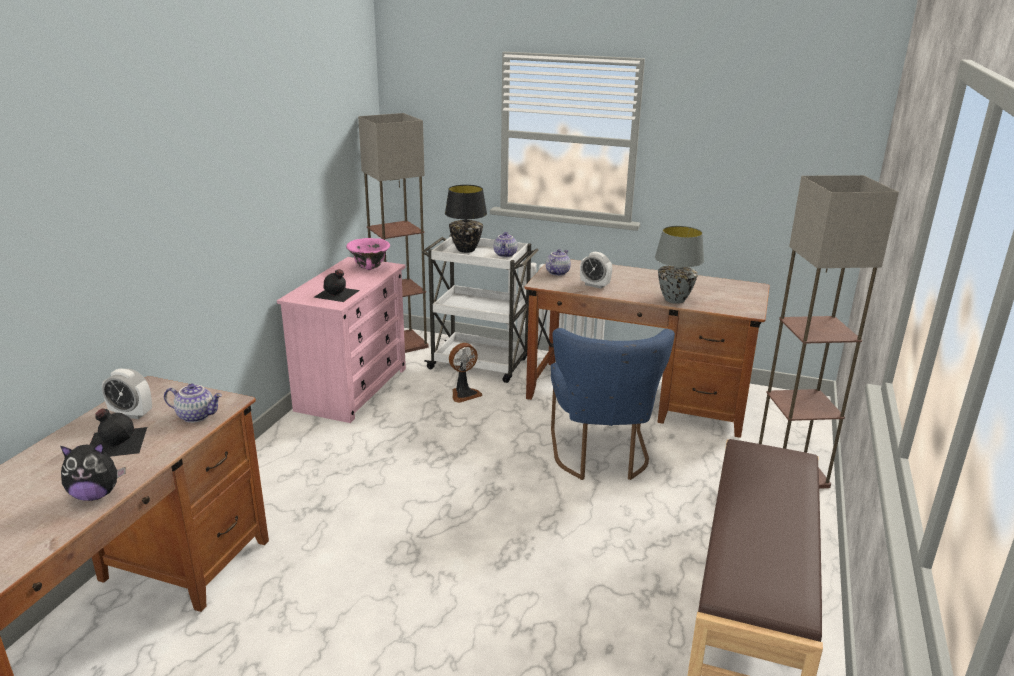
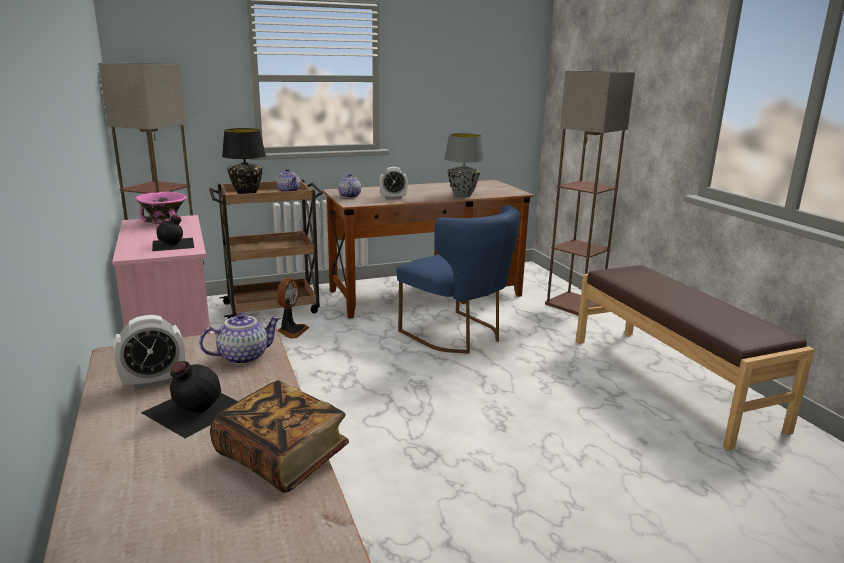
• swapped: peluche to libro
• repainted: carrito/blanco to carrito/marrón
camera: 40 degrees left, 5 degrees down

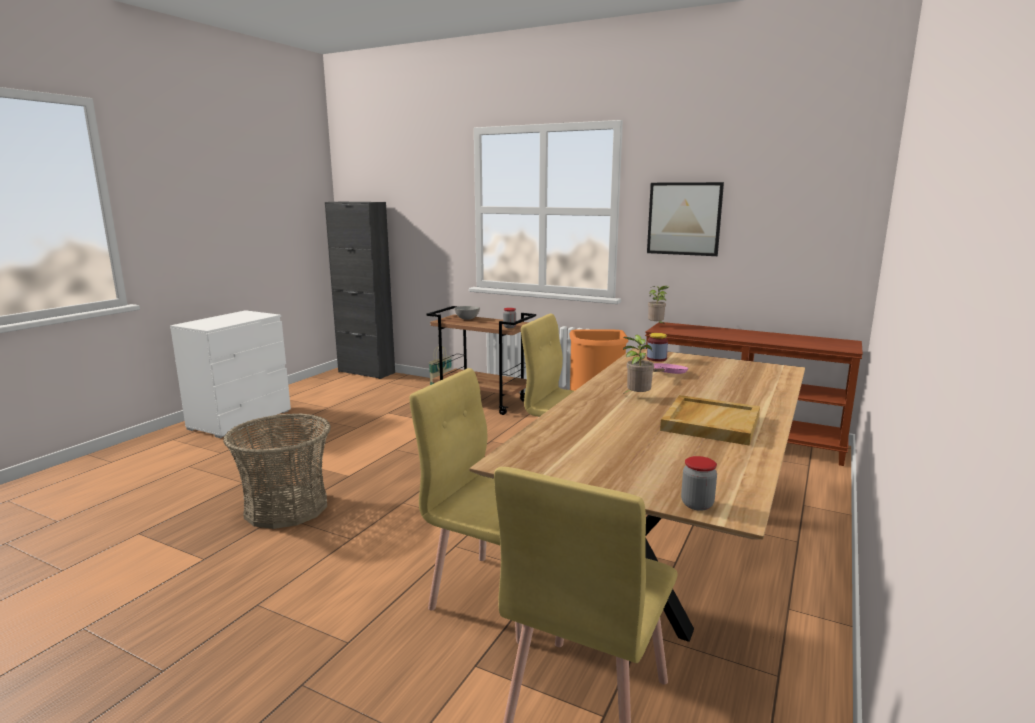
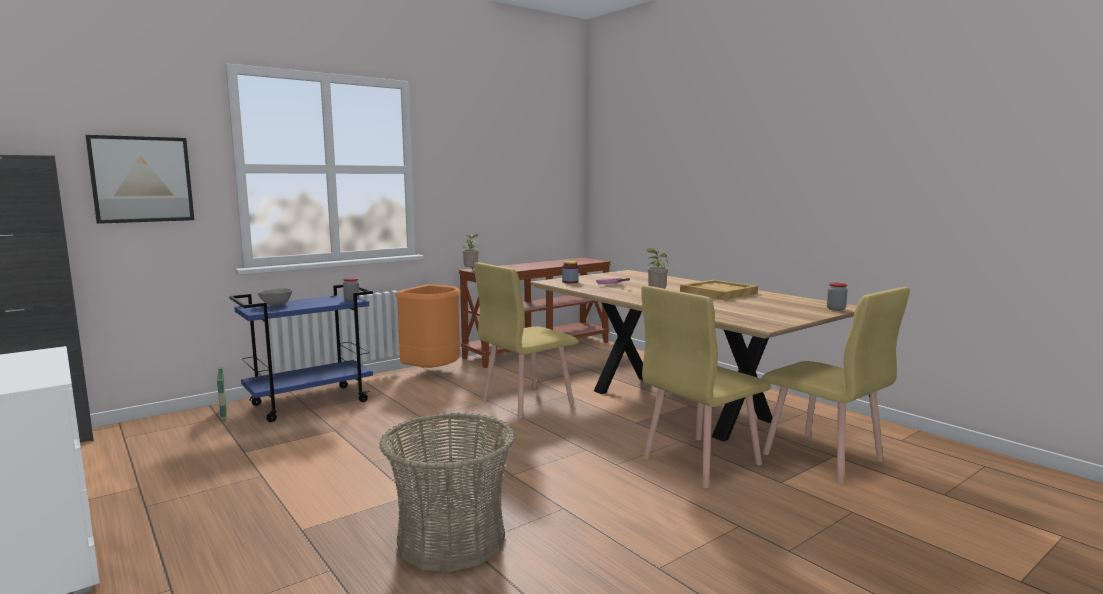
• shifted: cuadro
• repainted: carrito/marrón to carrito/azul
camera: 65 degrees left, 5 degrees down

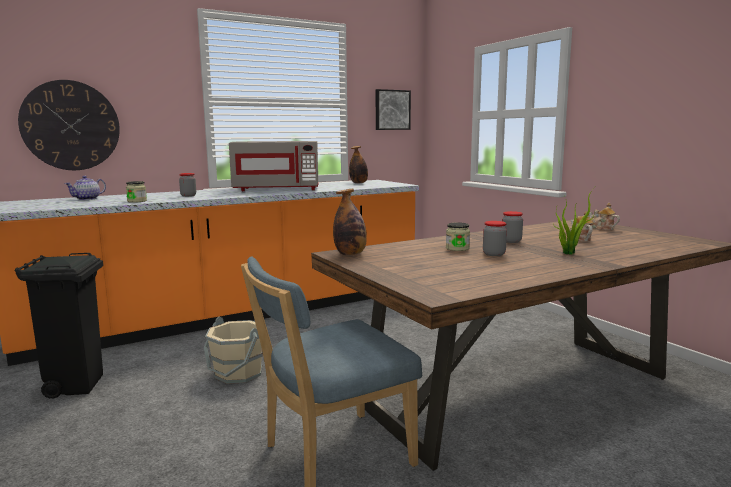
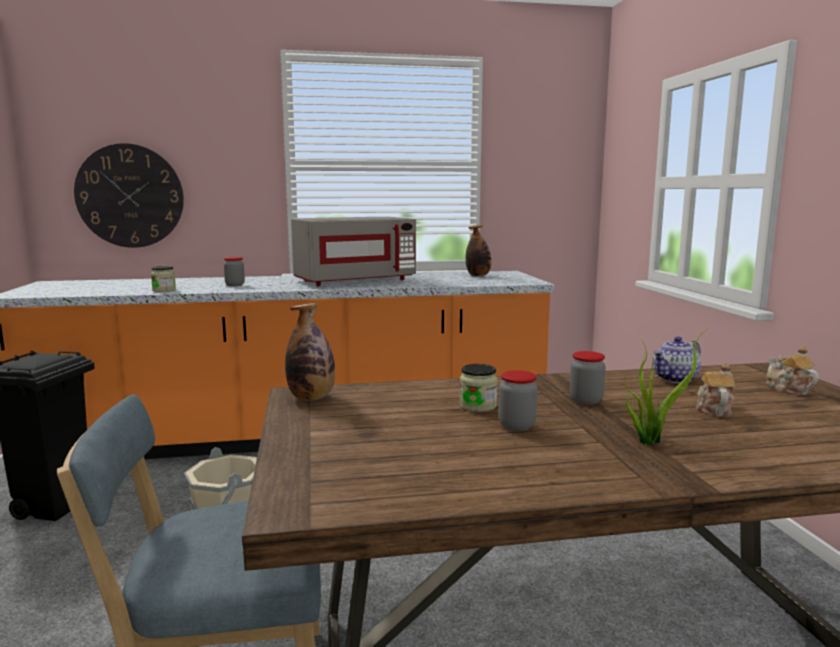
• gone: cuadro
• shifted: tetera (no. 1 from left)
• rotated: microondas/gris 45 degrees counterclockwise
camera: 20 degrees right, 0 degrees up

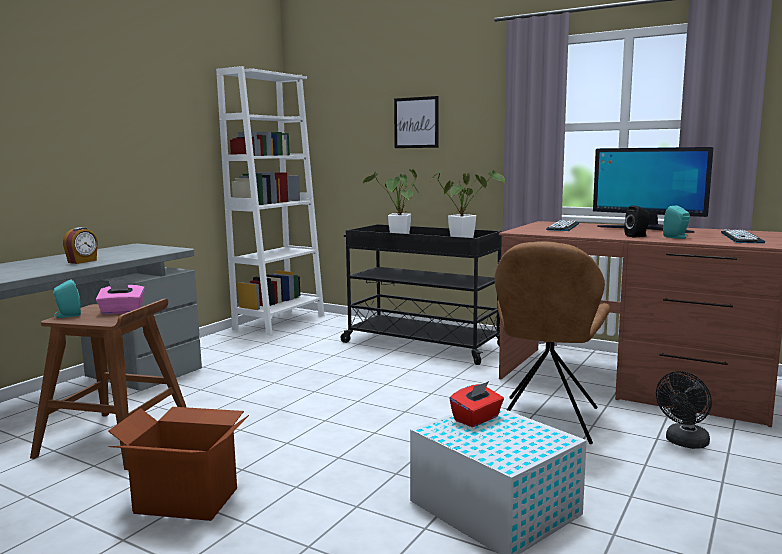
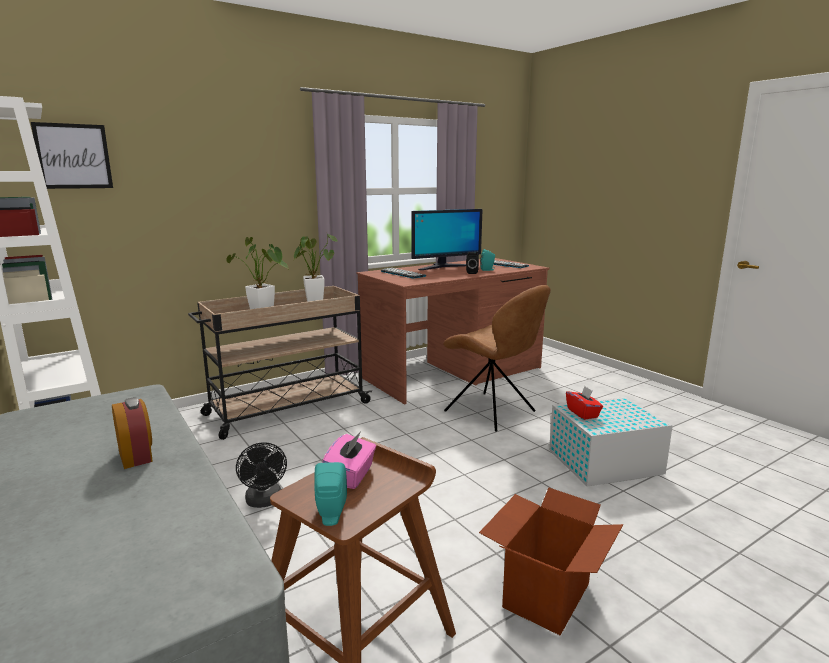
• shifted: cuadro
• shifted: ventilador/negro
• repainted: carrito/negro to carrito/beis
camera: 65 degrees left, 5 degrees up

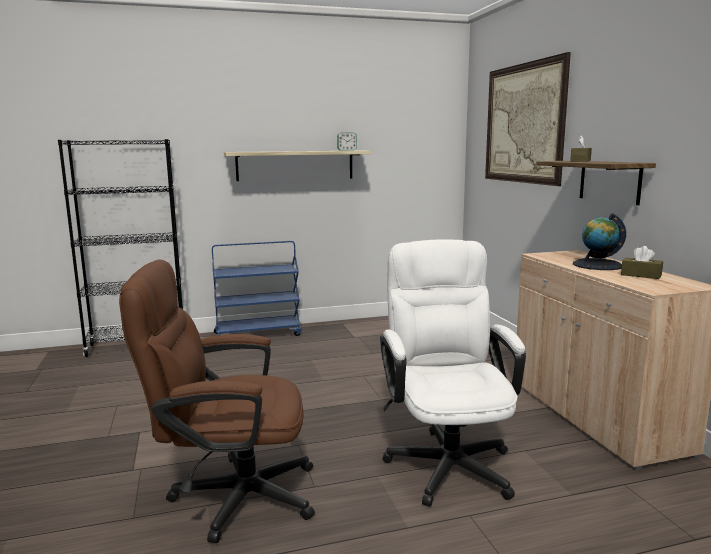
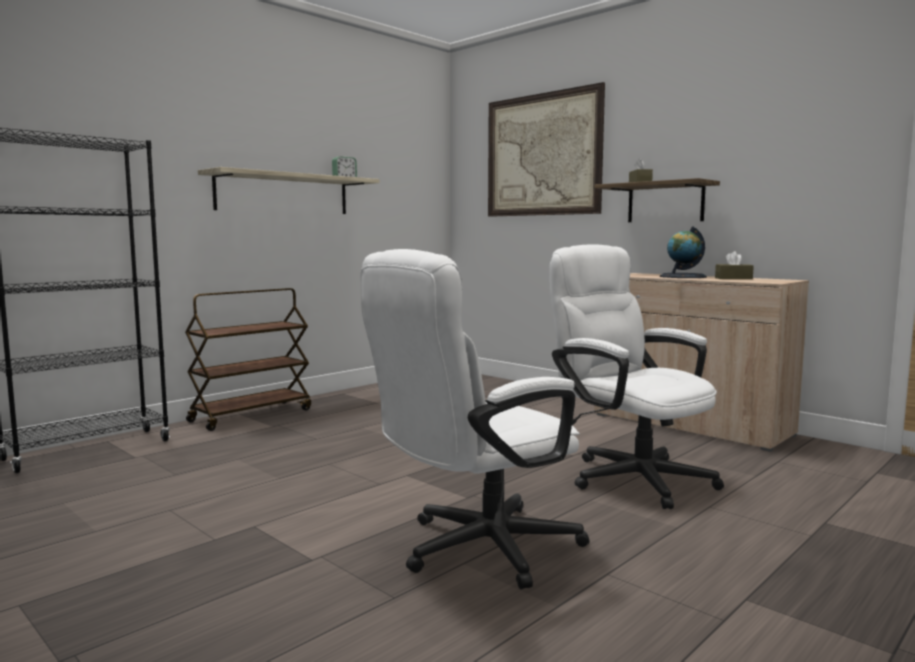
• repainted: silla de oficina/marrón to silla de oficina/blanco (no. 1 from left)
• repainted: carrito/azul to carrito/marrón
camera: 30 degrees left, 5 degrees down

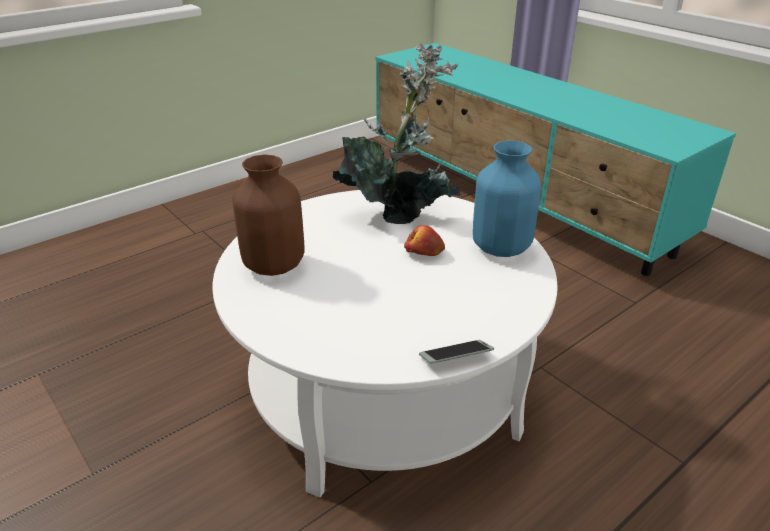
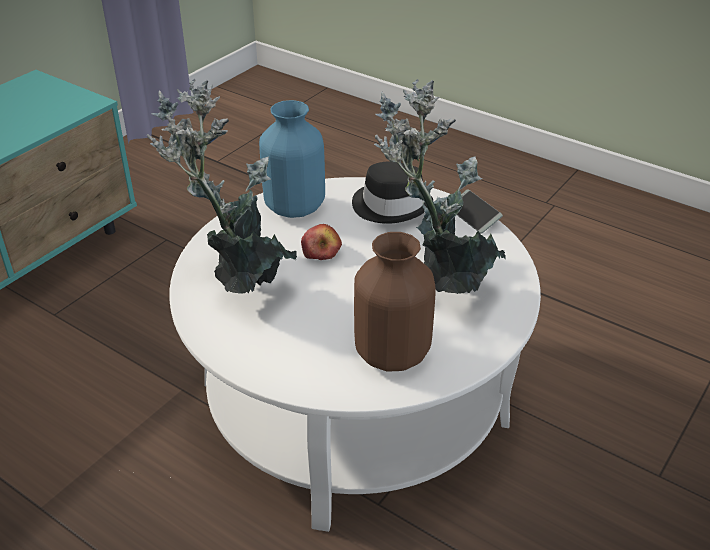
• new: sombrero/negro
• new: planta en maceta (no. 2 from left)
camera: 105 degrees left, 5 degrees up

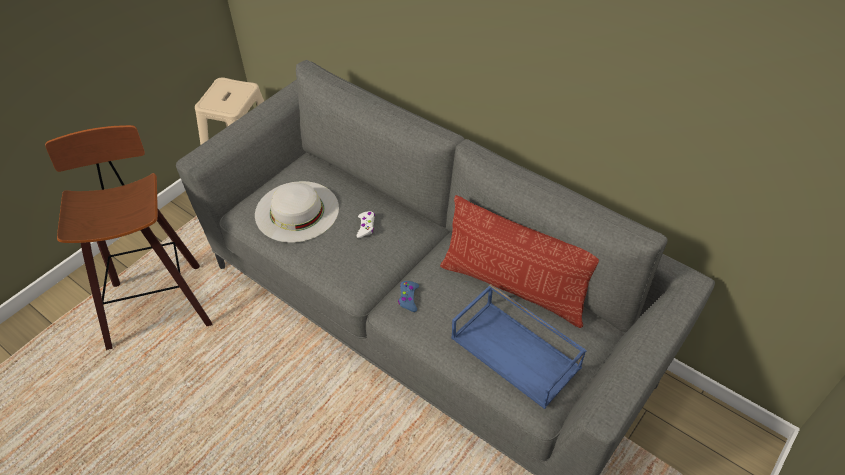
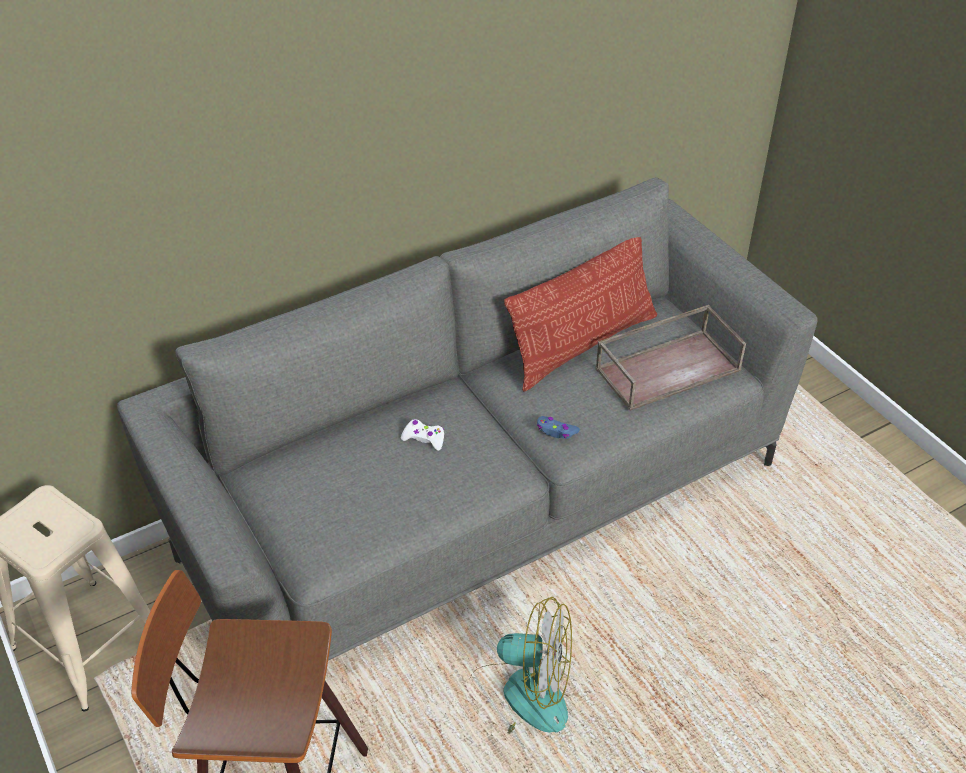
• gone: sombrero/blanco
• new: ventilador
• repainted: bandeja/azul to bandeja/marrón
camera: 70 degrees left, 5 degrees down

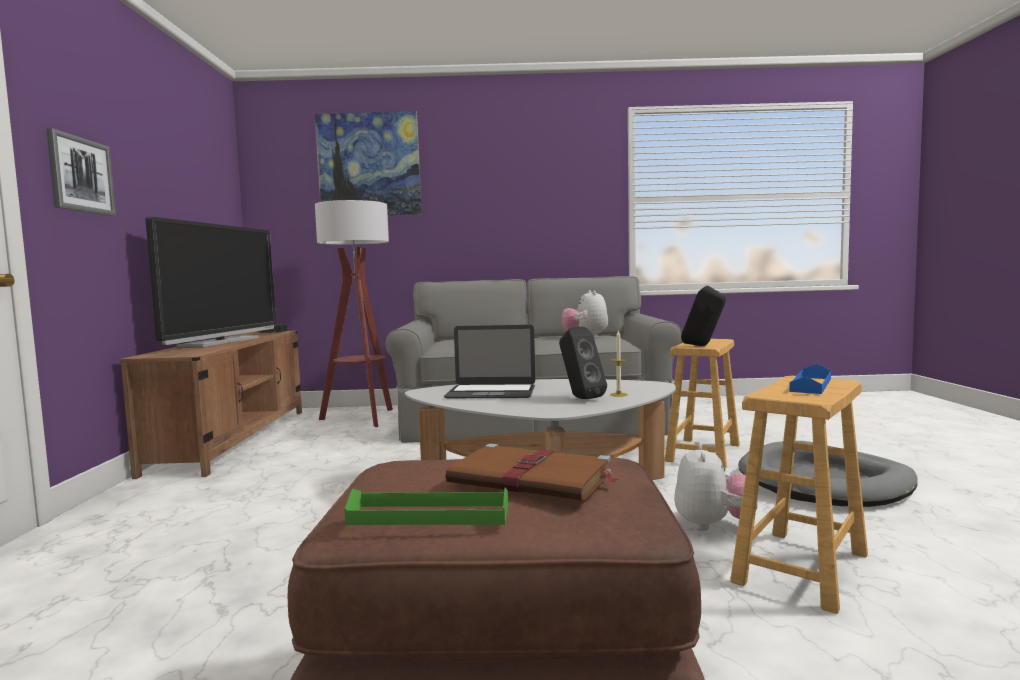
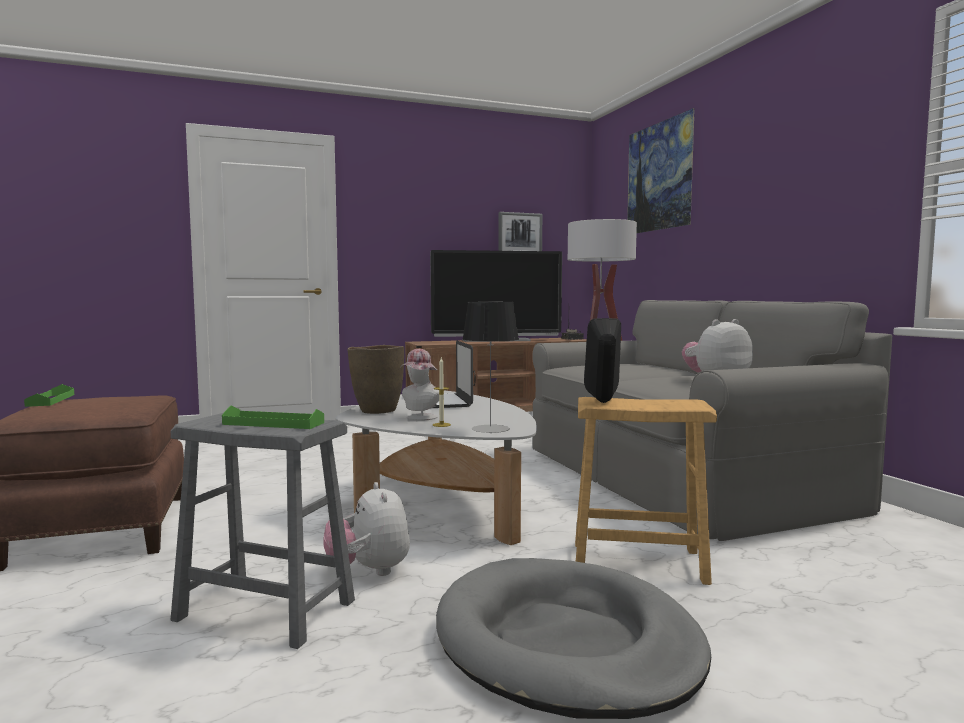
• gone: libro/marrón
• new: florero/marrón
• new: lámpara de mesa
• shifted: cuadro (no. 1 from left)
• swapped: altavoz/negro (no. 1 from left) to sombrero
• repainted: taburete/marrón (no. 2 from left) to taburete/gris
• repainted: bandeja/azul to bandeja/verde (no. 2 from left)
• rotated: peluche (no. 2 from left in the first image) 75 degrees clockwise
camera: 70 degrees right, 0 degrees up

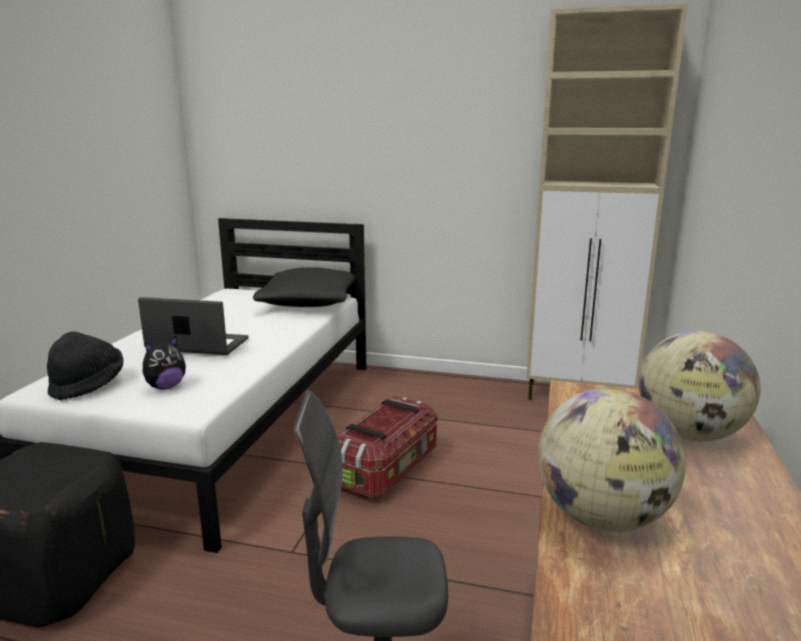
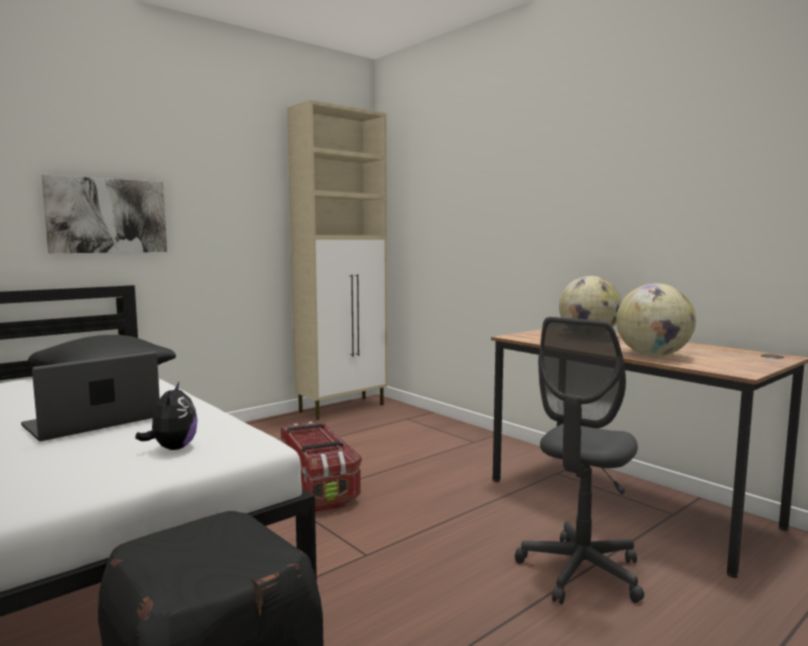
• gone: sombrero/negro
• new: cuadro
camera: 55 degrees left, 10 degrees down

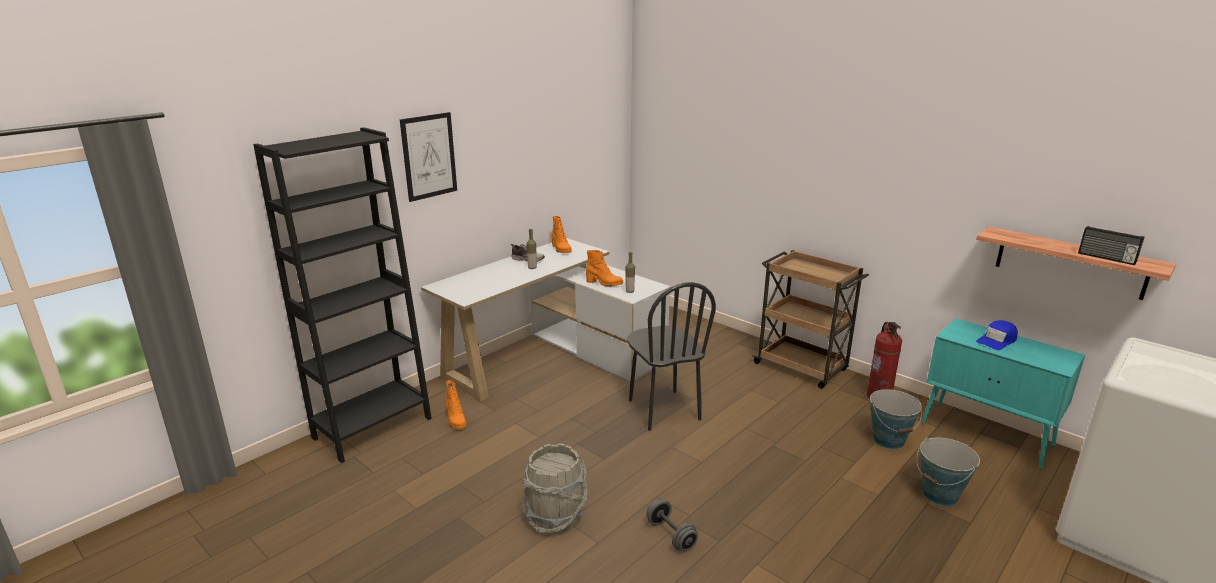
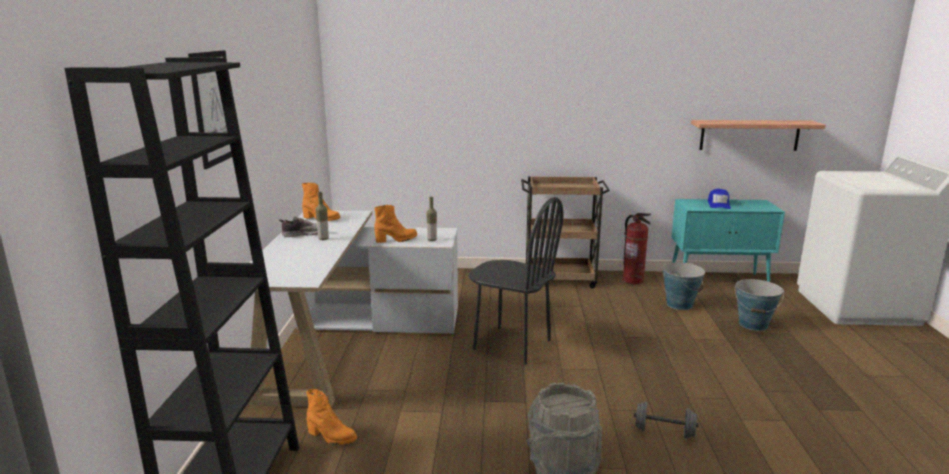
• gone: radio
camera: 40 degrees left, 5 degrees down

